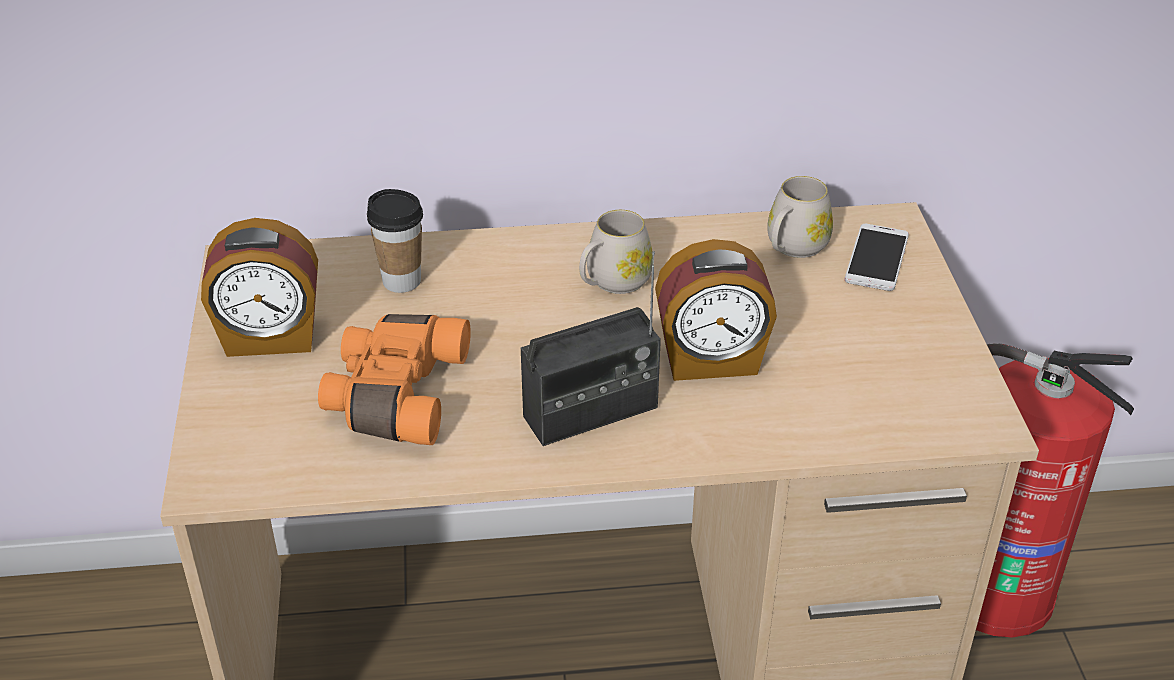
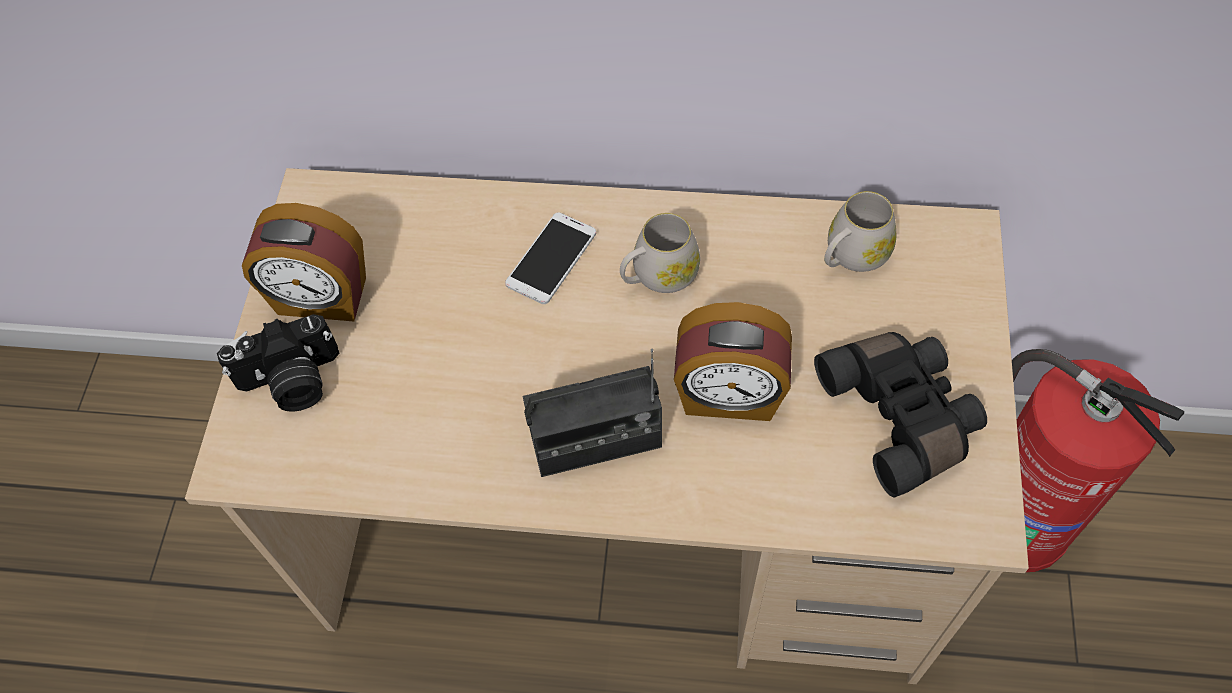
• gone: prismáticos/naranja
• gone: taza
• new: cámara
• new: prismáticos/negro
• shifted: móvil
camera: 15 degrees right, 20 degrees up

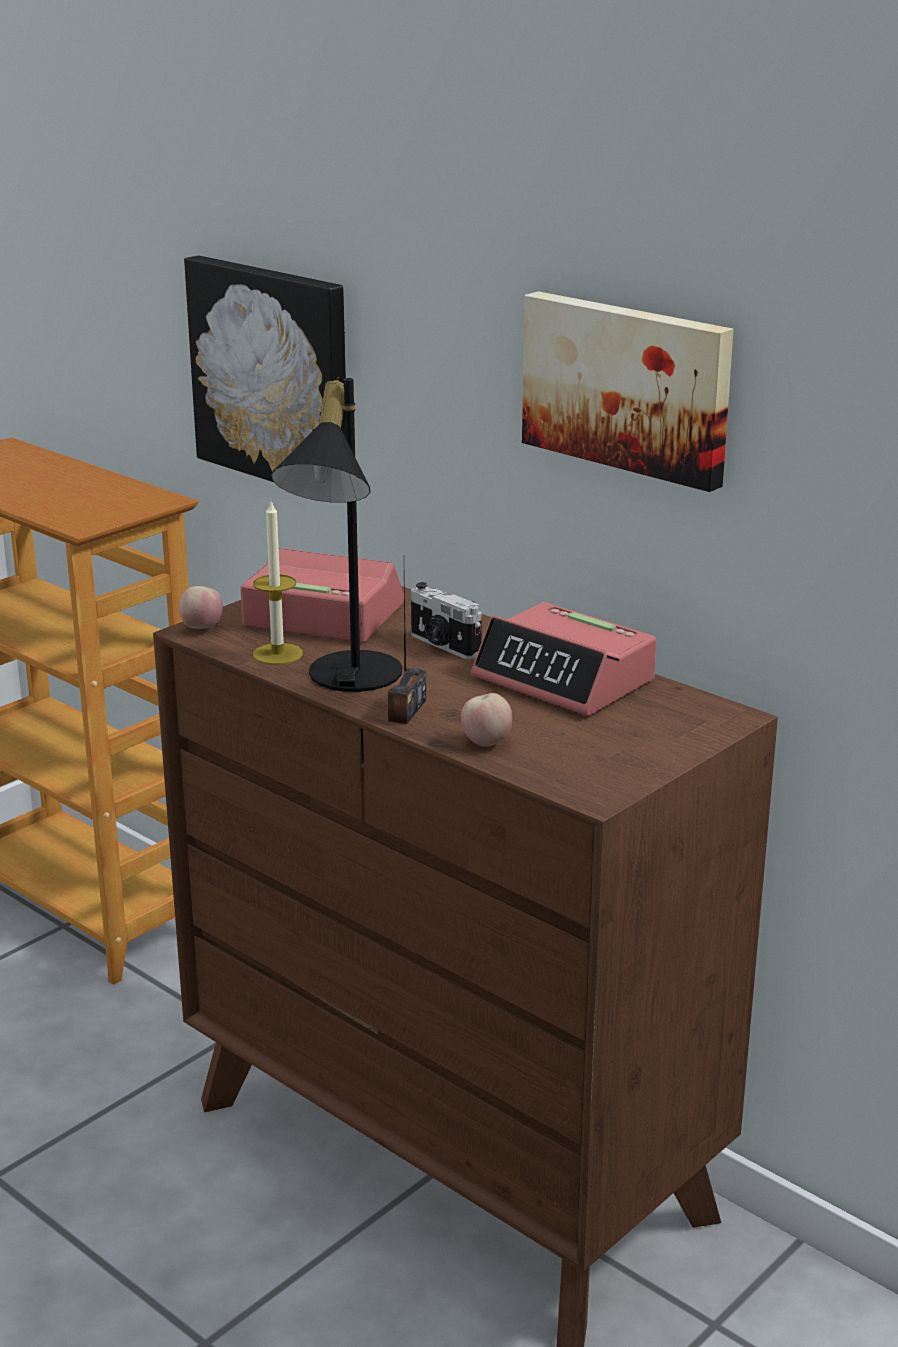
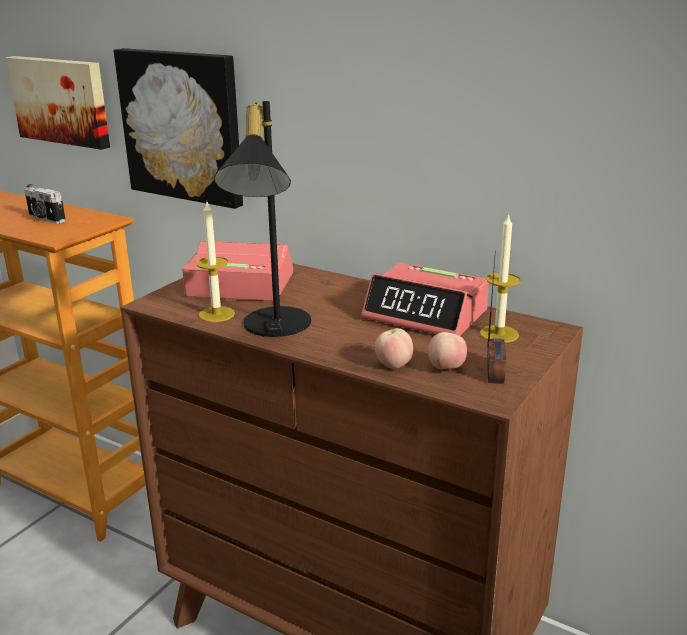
• new: vela (no. 2 from left)
• shifted: manzana (no. 1 from left in the first image) to manzana (no. 2 from left)
• shifted: radio
• shifted: cámara
• shifted: cuadro (no. 2 from left in the first image) to cuadro (no. 1 from left)
camera: 10 degrees left, 0 degrees up

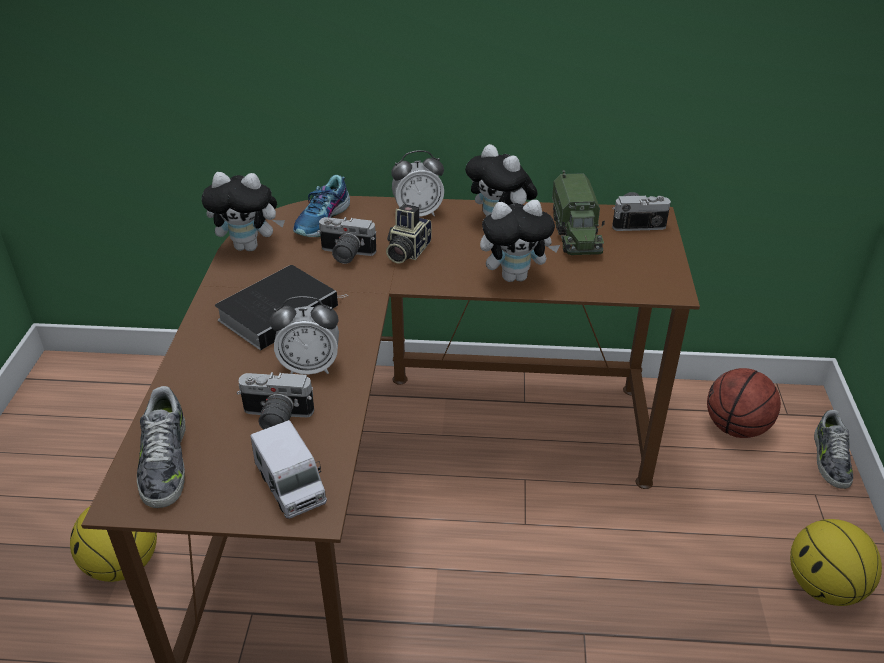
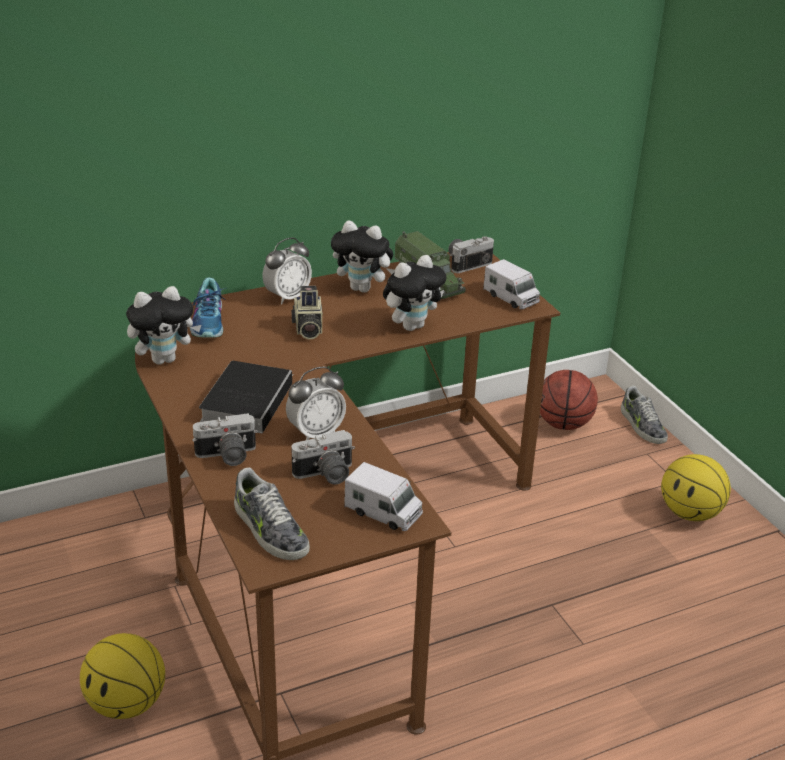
• new: camión de juguete (no. 3 from left)
• shifted: cámara (no. 2 from left in the first image) to cámara (no. 1 from left)
camera: 30 degrees left, 5 degrees down

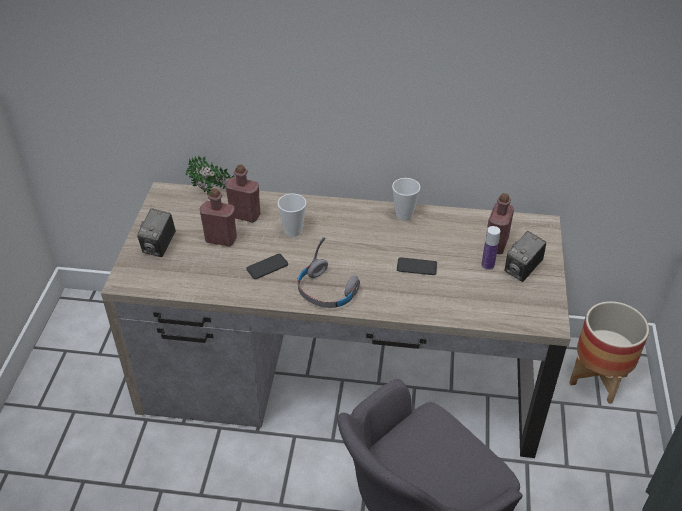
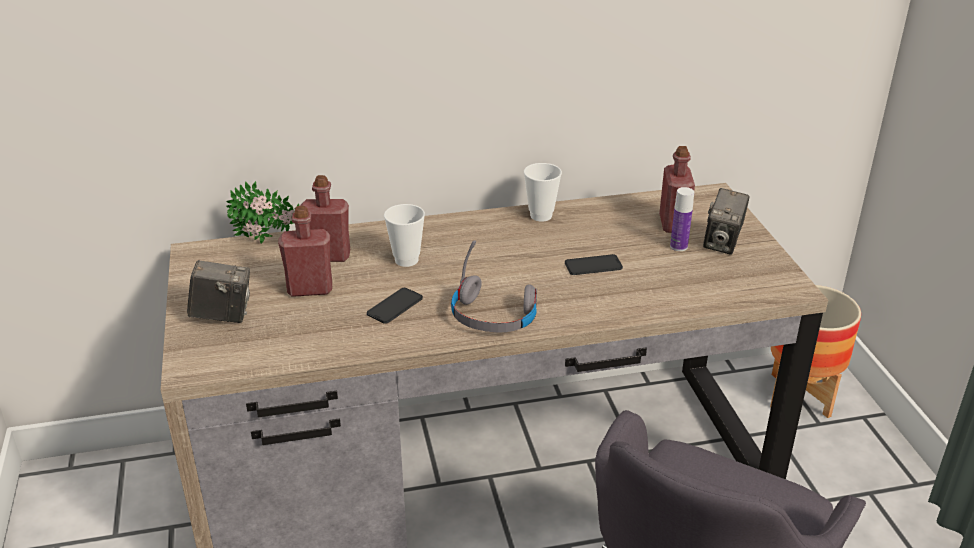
• rotated: cámara (no. 1 from left) 90 degrees counterclockwise
camera: 20 degrees left, 10 degrees down

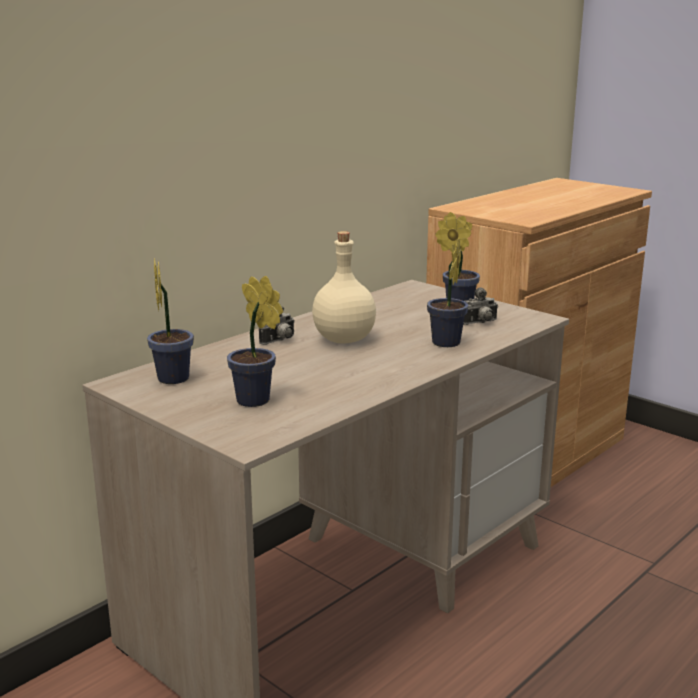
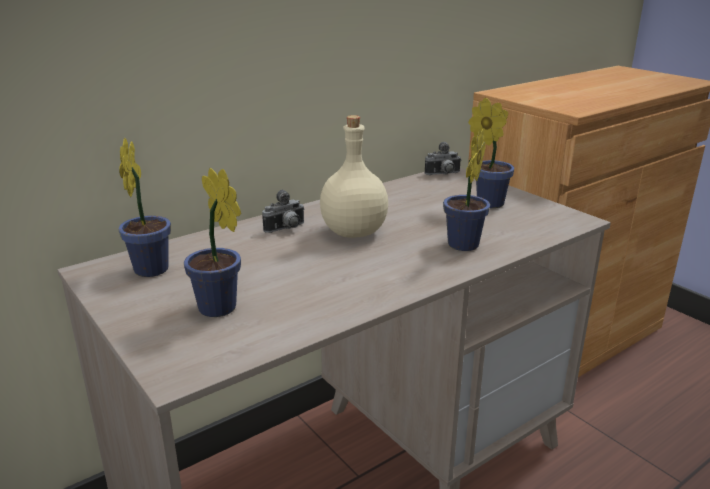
• shifted: cámara (no. 2 from left)
camera: 10 degrees right, 5 degrees up

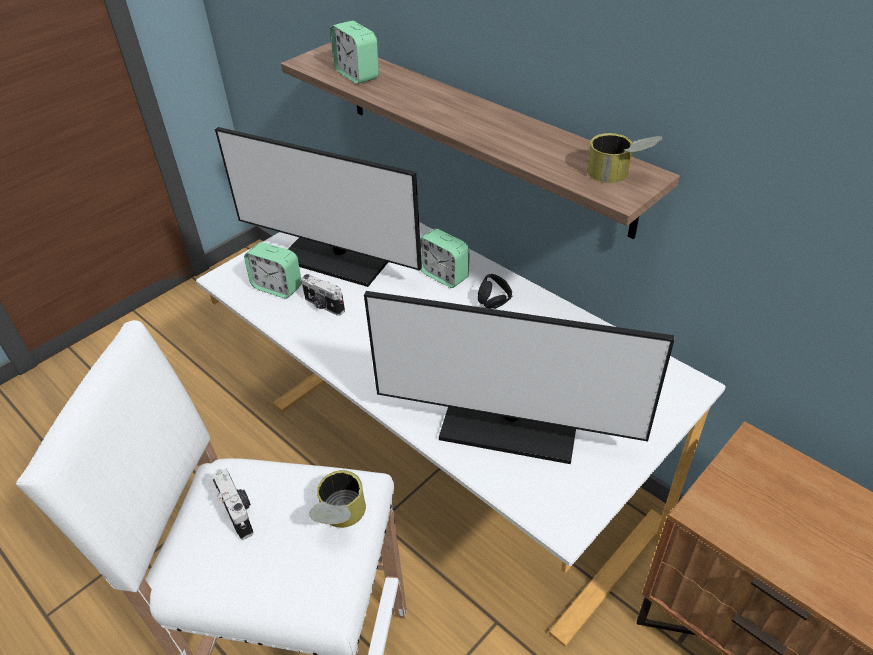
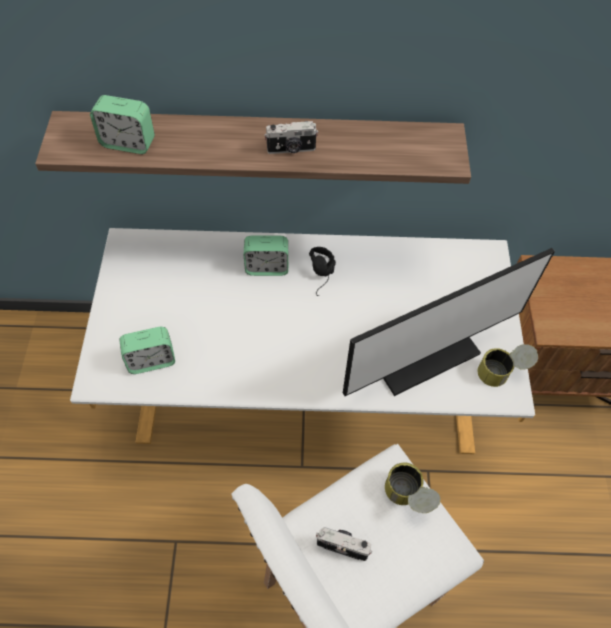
• gone: monitor (no. 1 from left)
• shifted: cámara (no. 2 from left in the first image) to cámara (no. 1 from left)
• shifted: lata (no. 2 from left)
camera: 45 degrees left, 15 degrees up

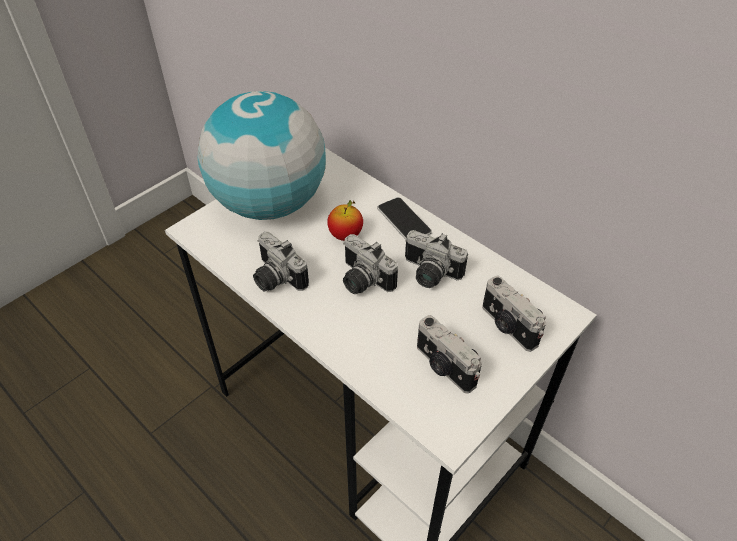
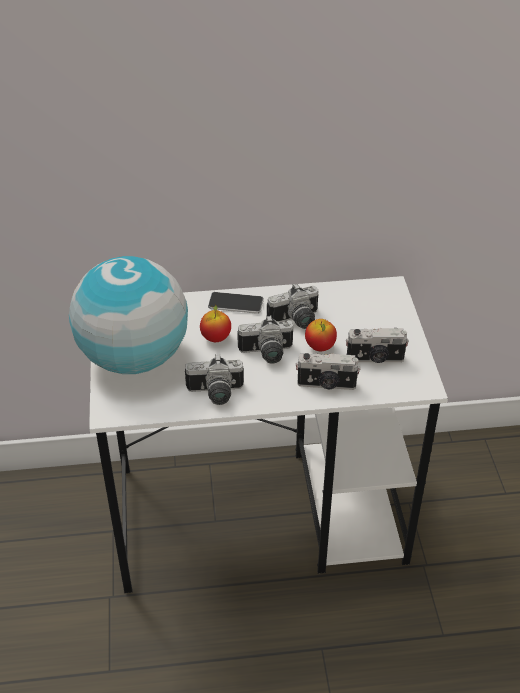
• new: manzana (no. 2 from left)
• shifted: cámara (no. 5 from left in the first image) to cámara (no. 4 from left)
camera: 50 degrees left, 5 degrees down

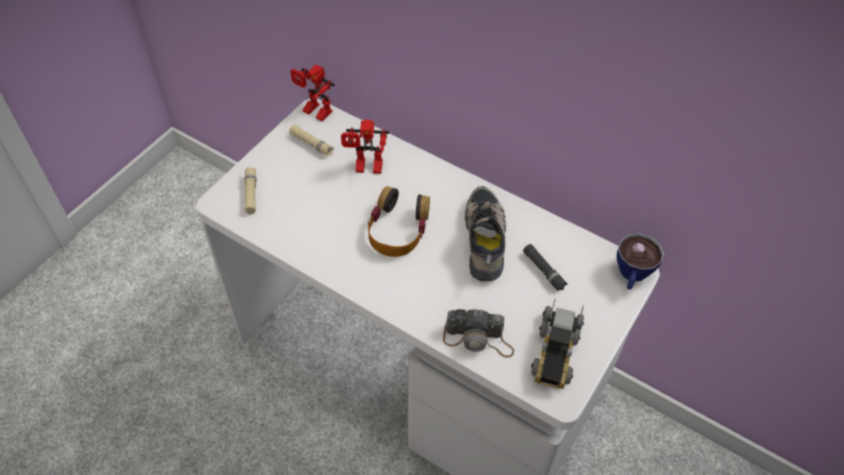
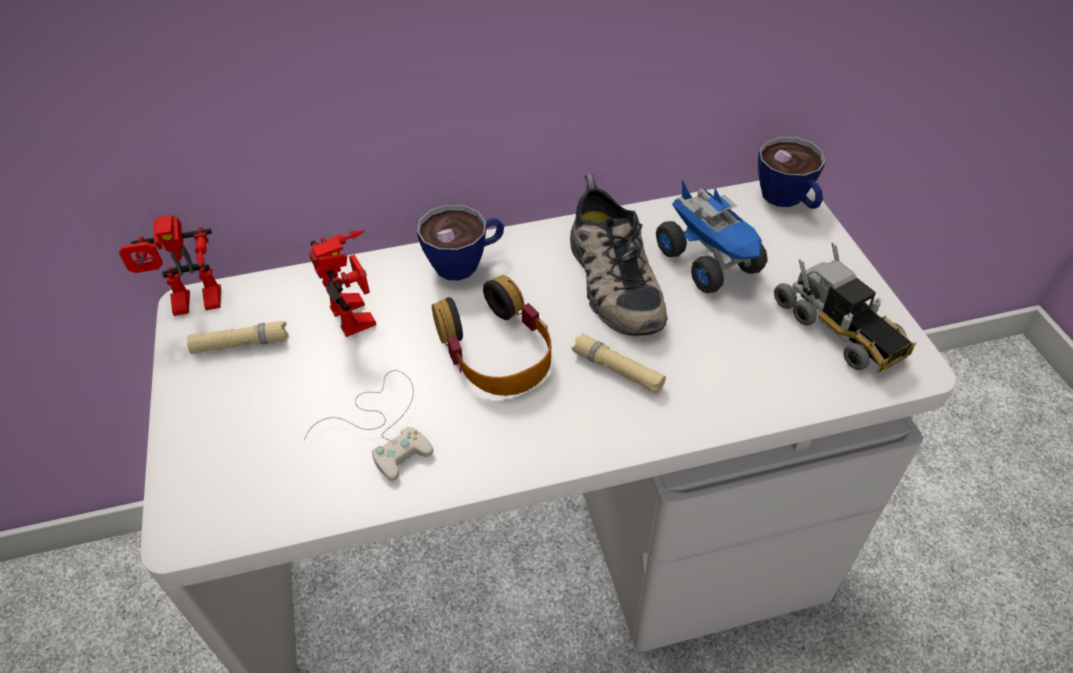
• gone: cámara
• new: mando de consola/blanco
• new: taza (no. 1 from left)
• shifted: linterna/beis (no. 1 from left in the first image) to linterna/beis (no. 2 from left)
• swapped: linterna/negro to camión de juguete (no. 1 from left)
• rotated: robot de juguete (no. 2 from left) 75 degrees counterclockwise
• rotated: zapato 150 degrees counterclockwise
camera: 45 degrees left, 5 degrees down

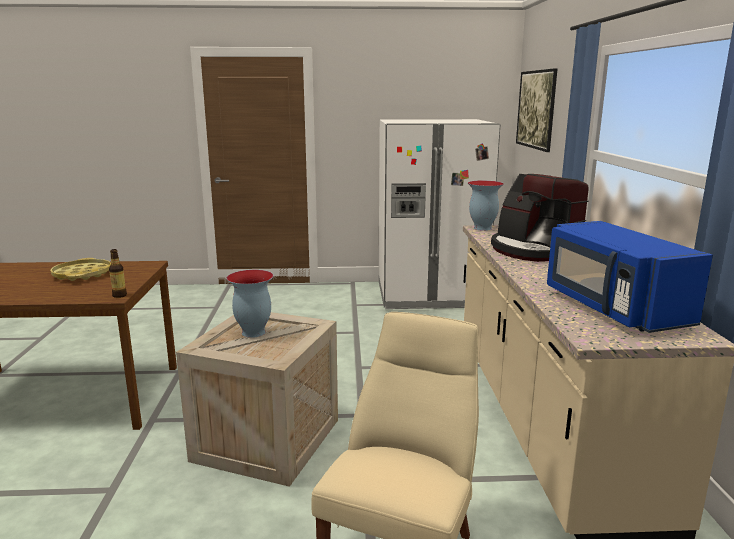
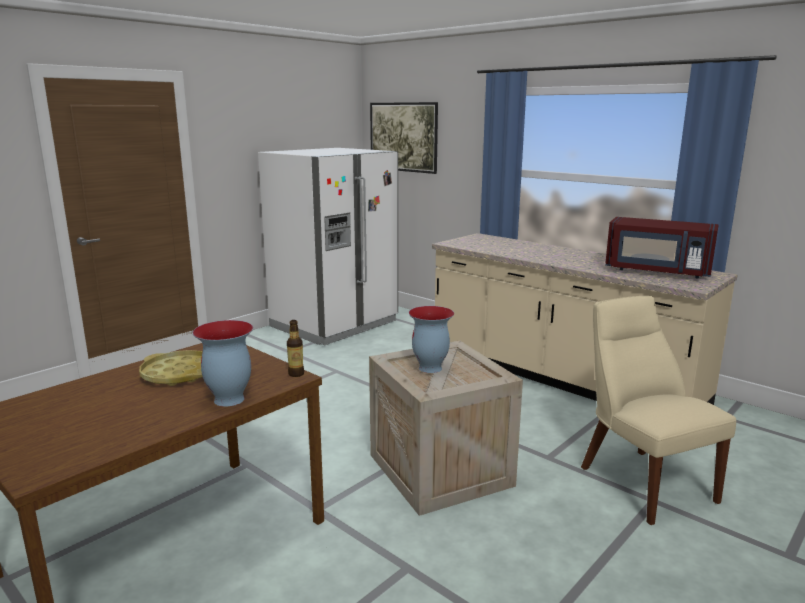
• gone: cafetera
• shifted: florero (no. 2 from left in the first image) to florero (no. 1 from left)
• repainted: microondas/azul to microondas/rojo
camera: 45 degrees left, 0 degrees up

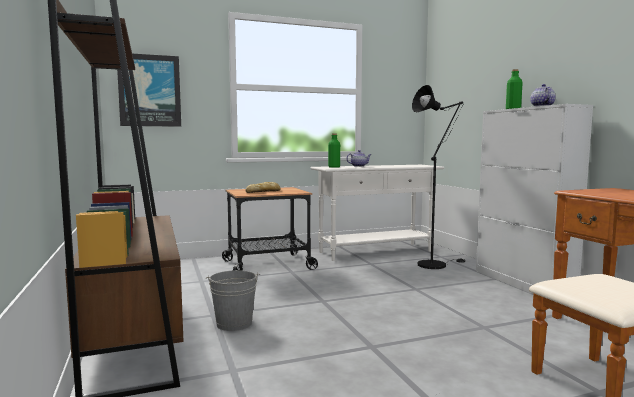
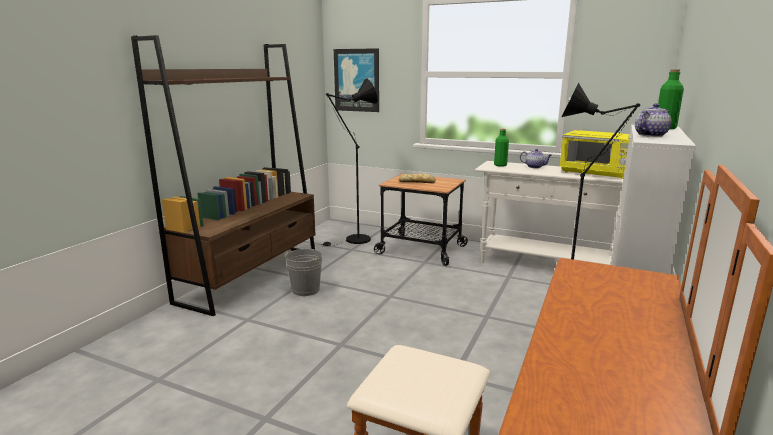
• new: lámpara de pie/negro (no. 1 from left)
• new: microondas/amarillo
camera: 45 degrees right, 10 degrees up

